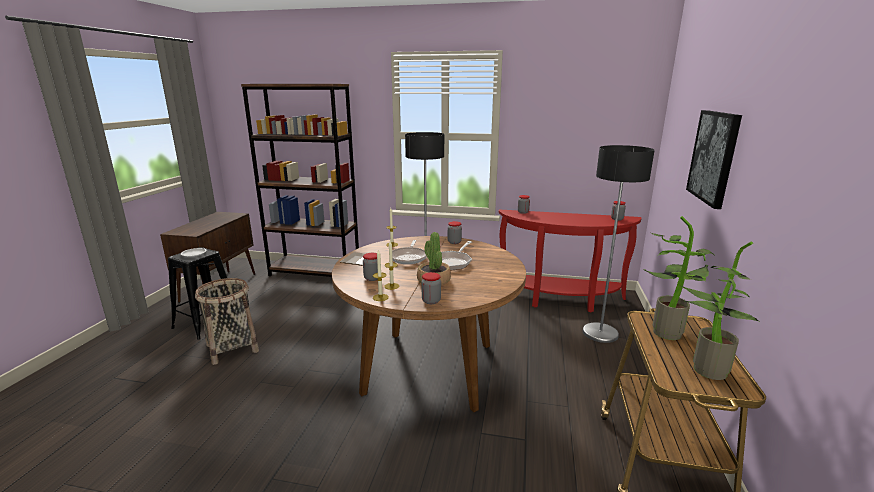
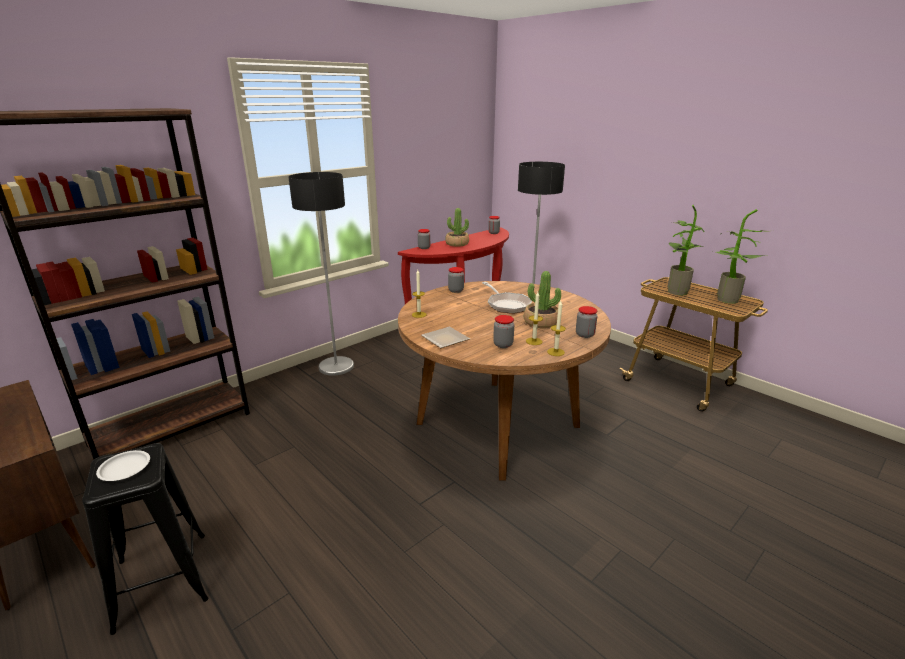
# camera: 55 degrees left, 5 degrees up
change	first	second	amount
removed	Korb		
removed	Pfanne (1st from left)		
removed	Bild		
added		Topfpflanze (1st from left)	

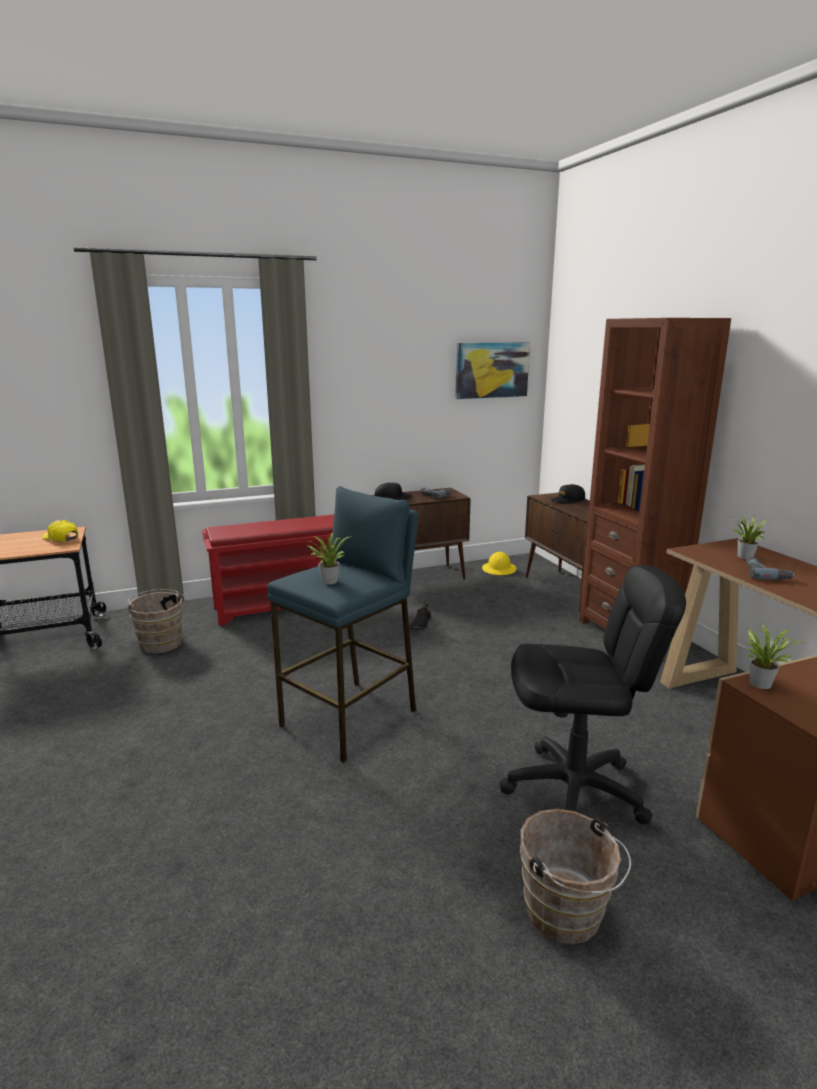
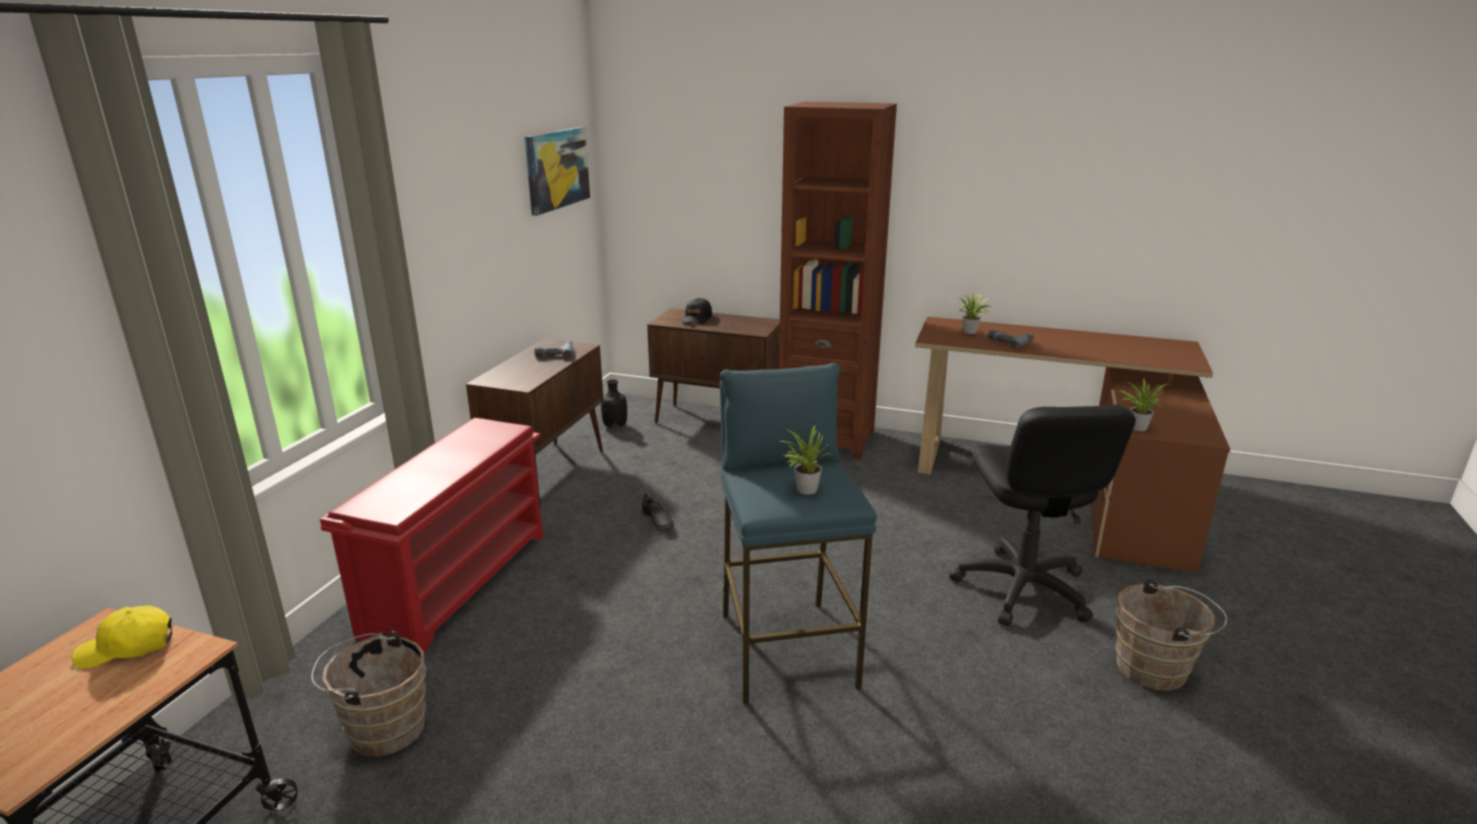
# camera: 50 degrees left, 5 degrees up
change	first	second	amount
removed	Kappe (schwarz) (1st from left)		
replaced	Schutzhelm (gelb)	Flasche (schwarz)	
turned	Bürostuhl (schwarz)		135 degrees clockwise

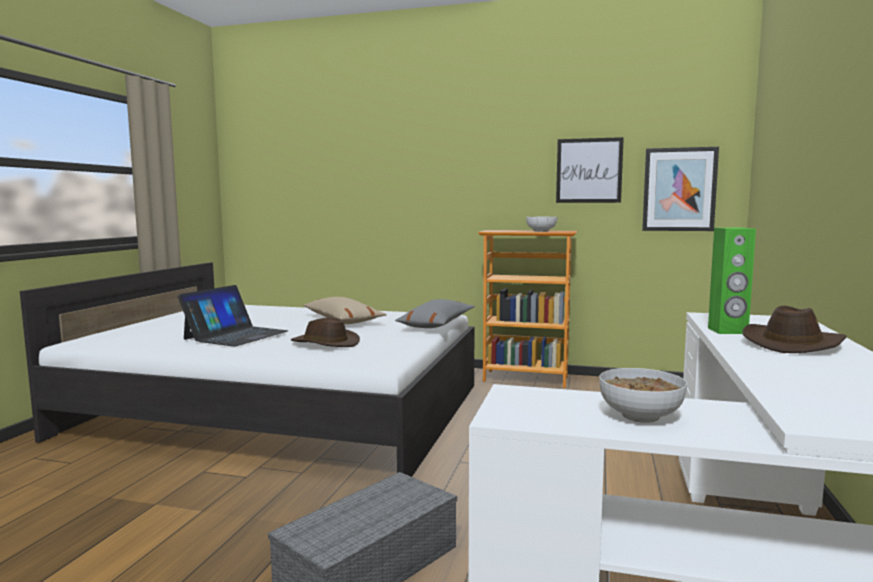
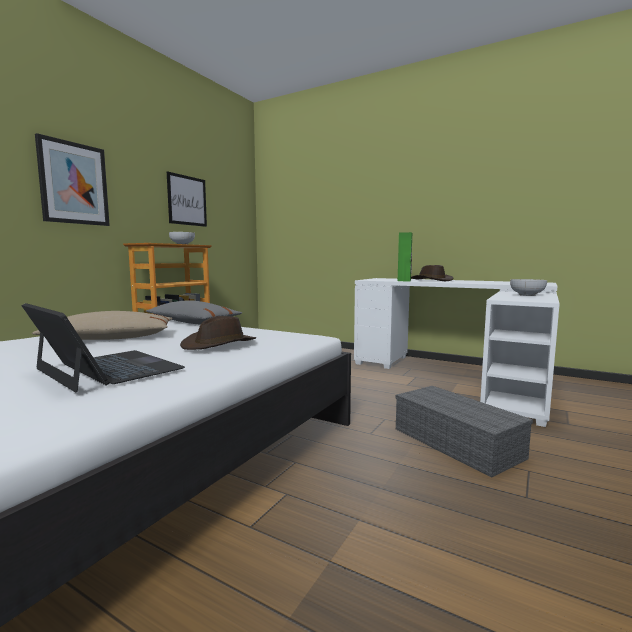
# camera: 75 degrees left, 0 degrees up
change	first	second	amount
moved	Bild (2nd from left in the first image)	Bild (1st from left)	

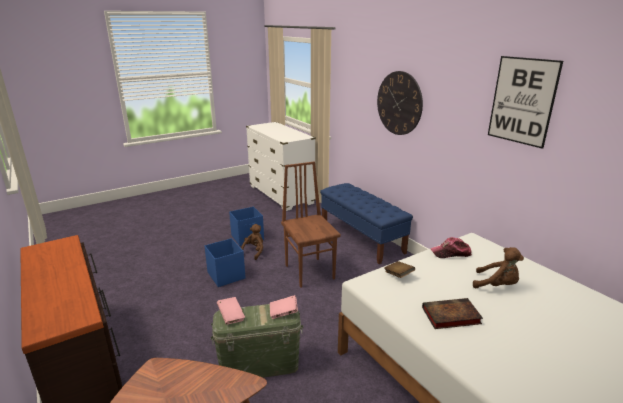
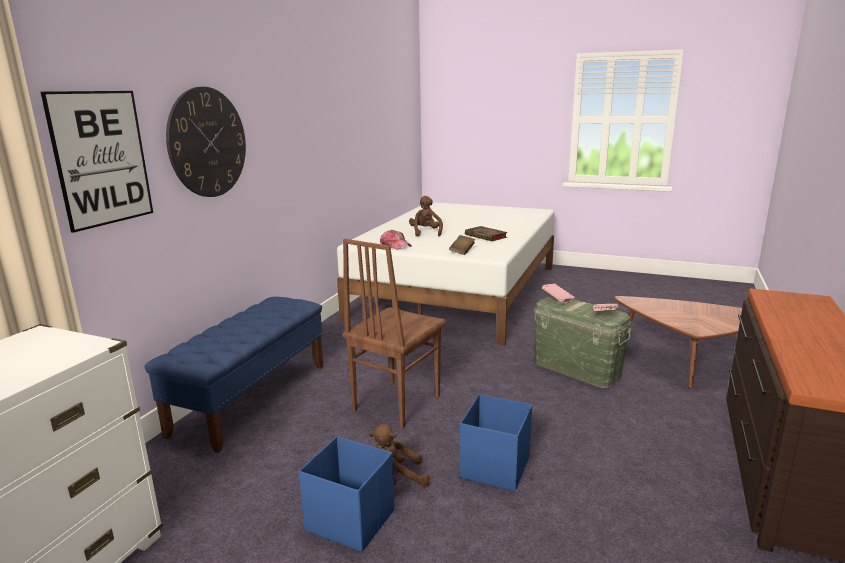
# camera: 125 degrees left, 5 degrees down
change	first	second	amount
moved	Bild		

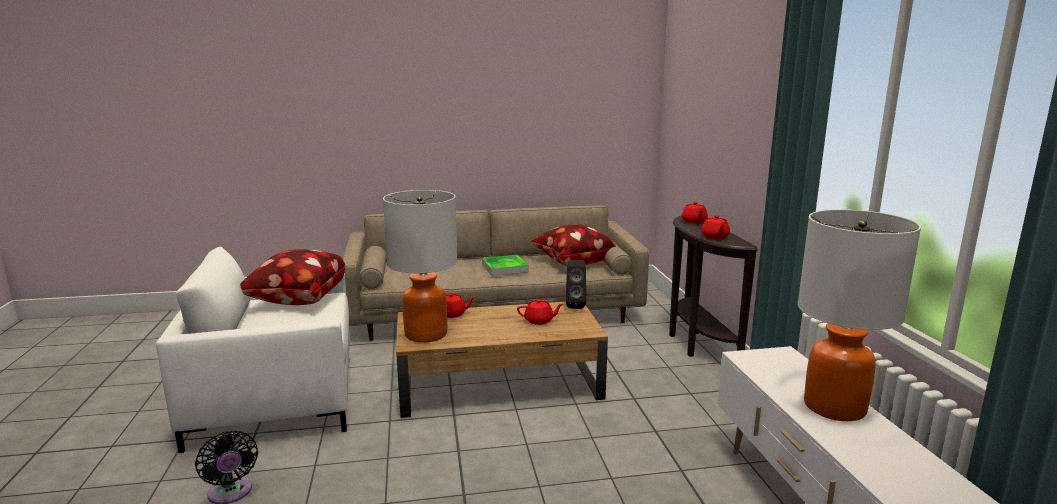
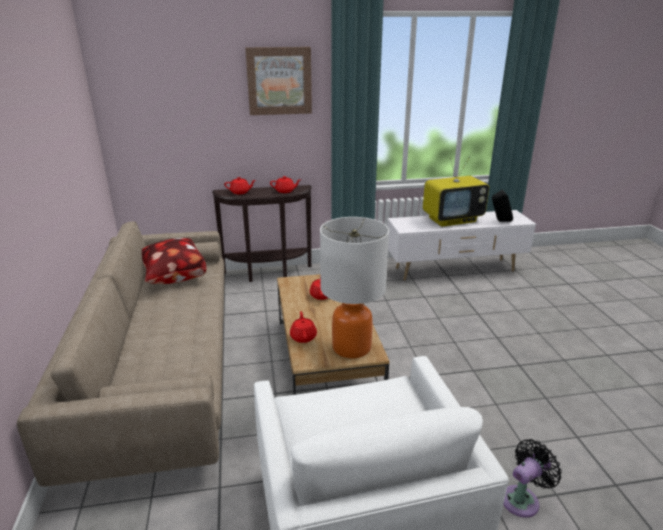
# camera: 90 degrees left, 10 degrees up
change	first	second	amount
removed	Kissen (1st from left)		
removed	Tablett		
moved	Lautsprecher (schwarz)		
replaced	Tischlampe (2nd from left)	Fernseher	
added		Bild	

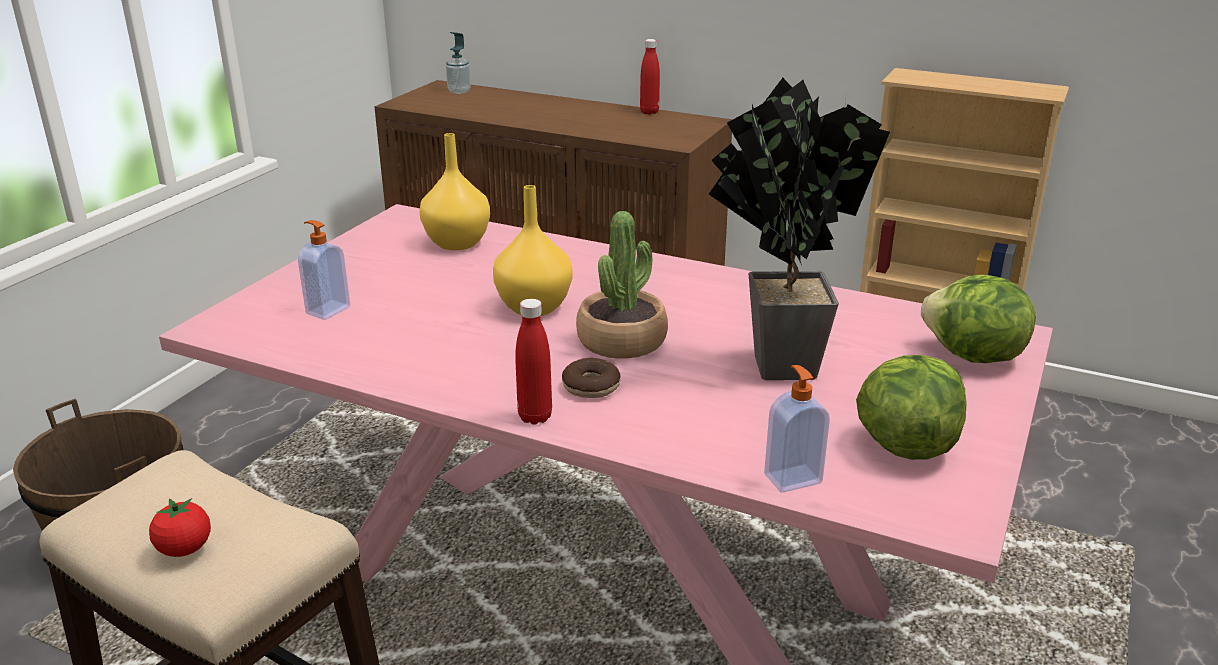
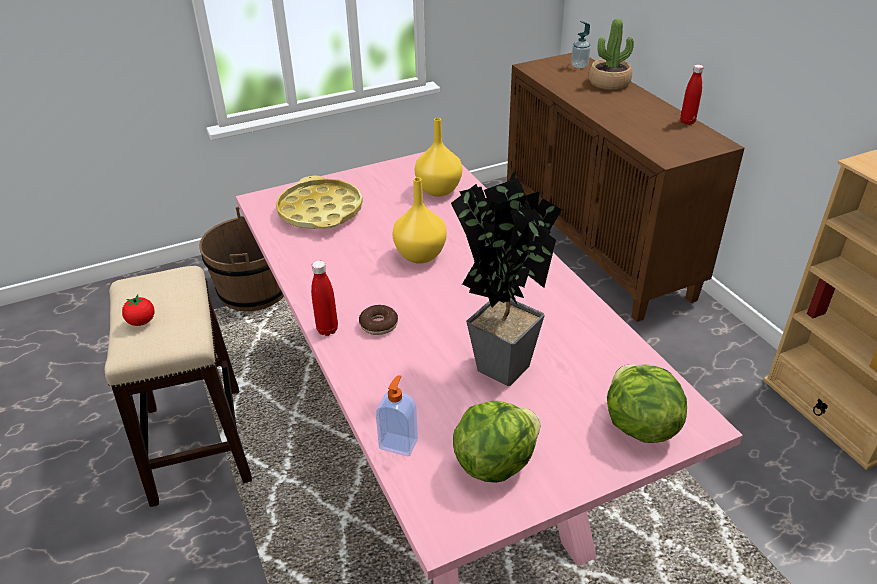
# camera: 40 degrees right, 10 degrees up
change	first	second	amount
replaced	Seifenspender (1st from left)	Tablett (gelb)	
moved	Topfpflanze (1st from left in the first image)	Topfpflanze (2nd from left)	

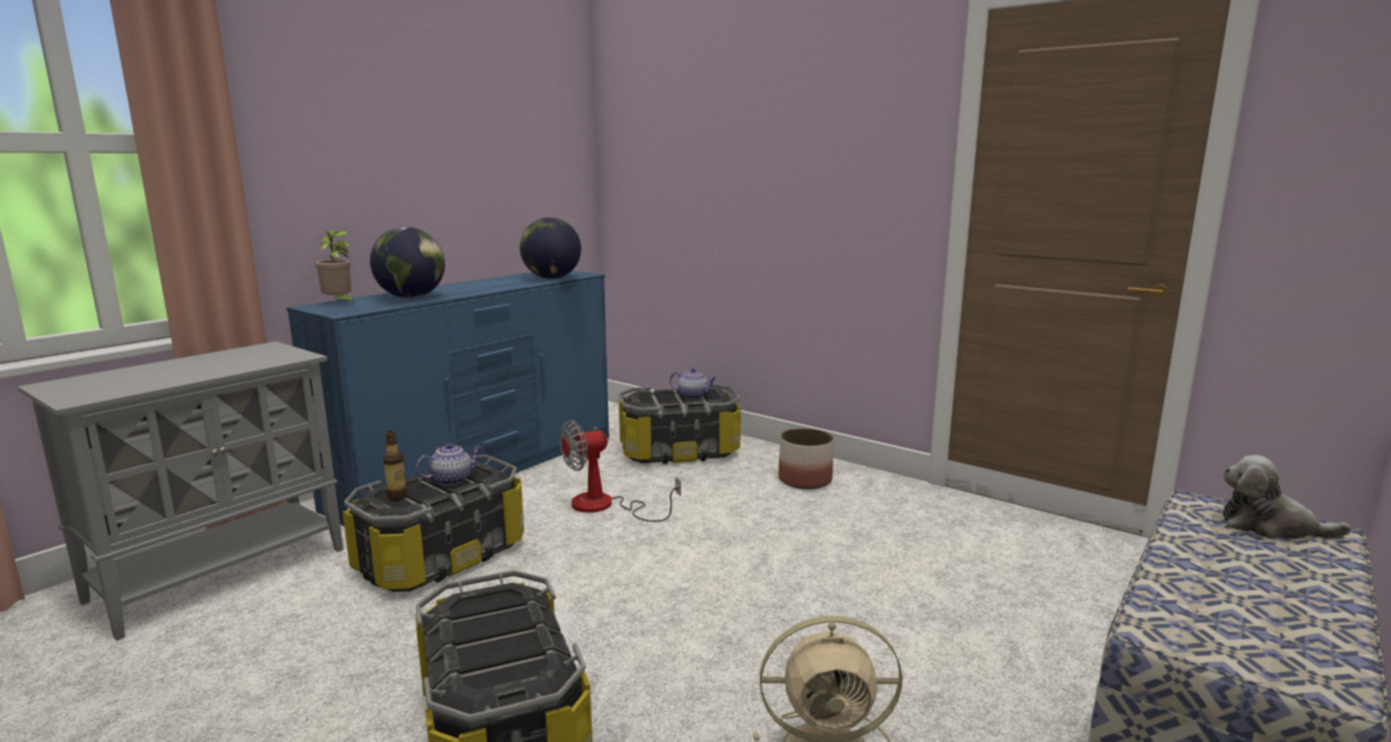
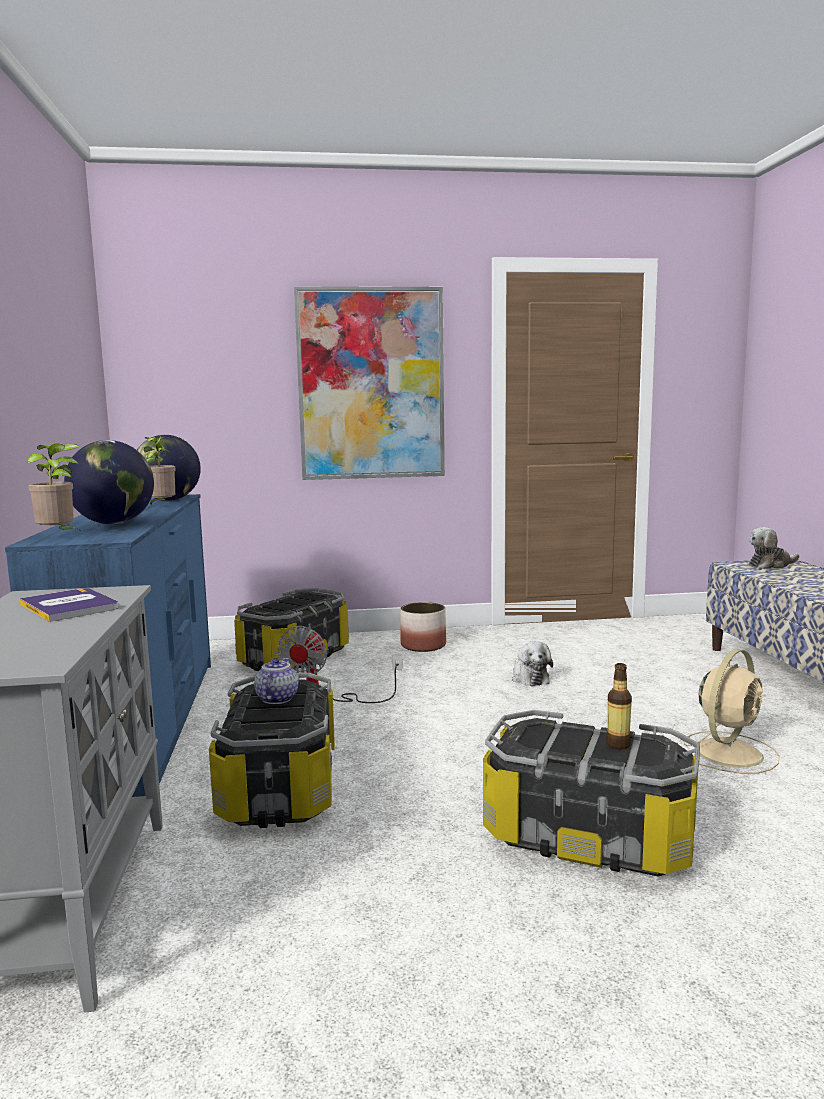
# camera: 45 degrees left, 5 degrees down
change	first	second	amount
moved	Flasche		
removed	Teekanne (2nd from left)		
added		Buch	
added		Topfpflanze (2nd from left)	
added		Bild	
added		Plüschtier (1st from left)	

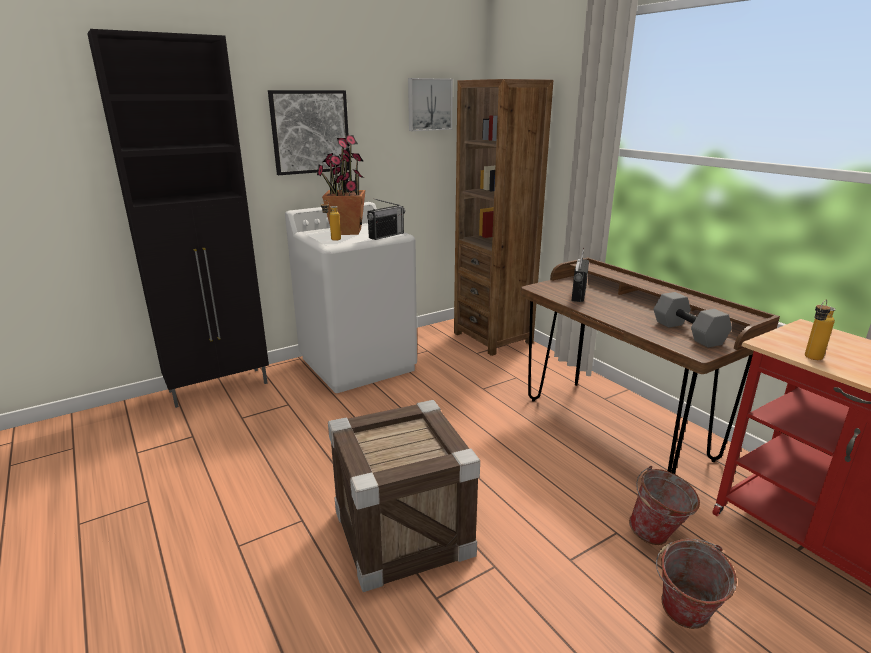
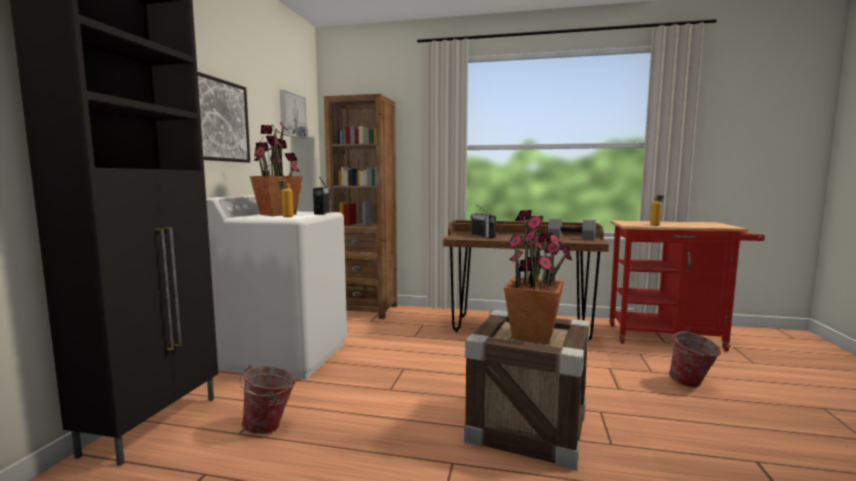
# camera: 45 degrees left, 15 degrees down
change	first	second	amount
moved	Eimer (1st from left)		
added		Topfpflanze (2nd from left)	

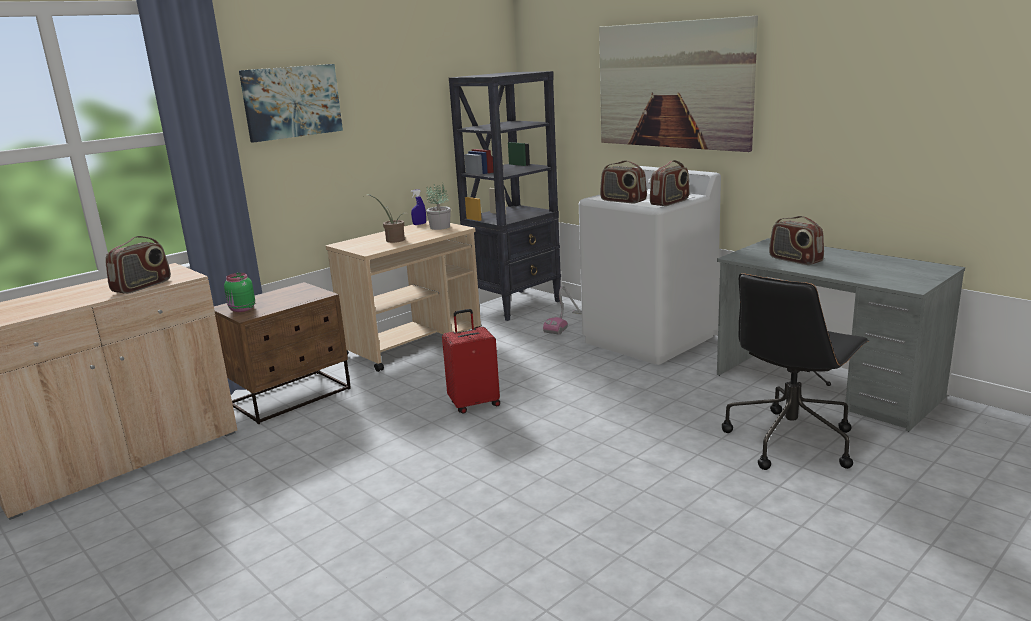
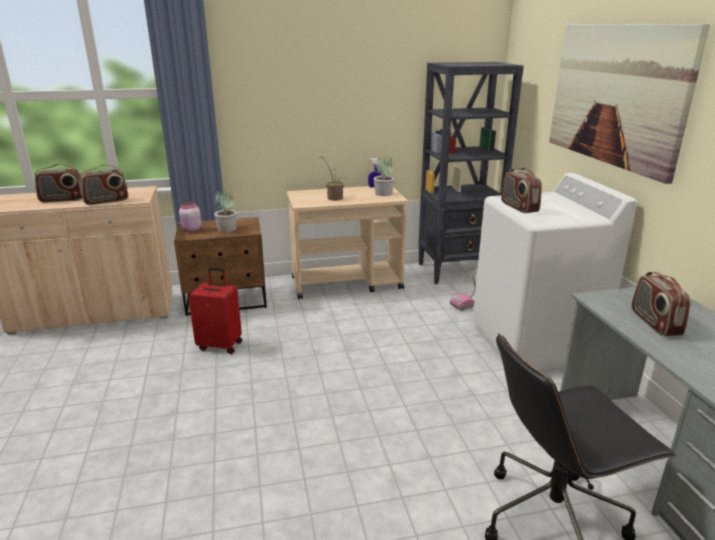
# camera: 30 degrees right, 5 degrees up
change	first	second	amount
recoloured	Vorratsglas (grün)	Vorratsglas (rosa)	
removed	Bild (1st from left)		
moved	Koffer (rot)		
moved	Radio (3rd from left in the first image)	Radio (1st from left)	
added		Topfpflanze (1st from left)	

